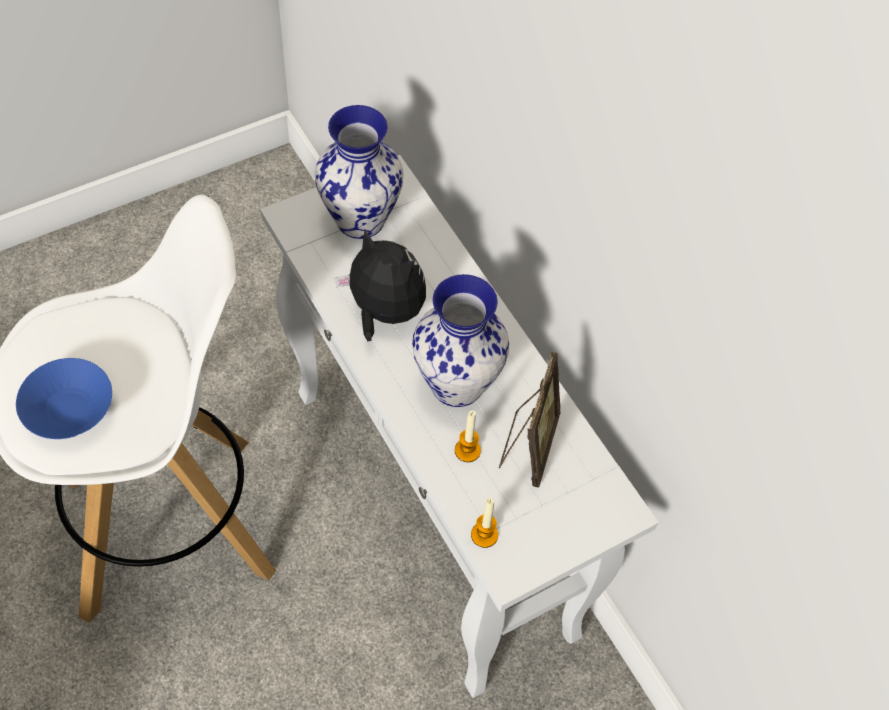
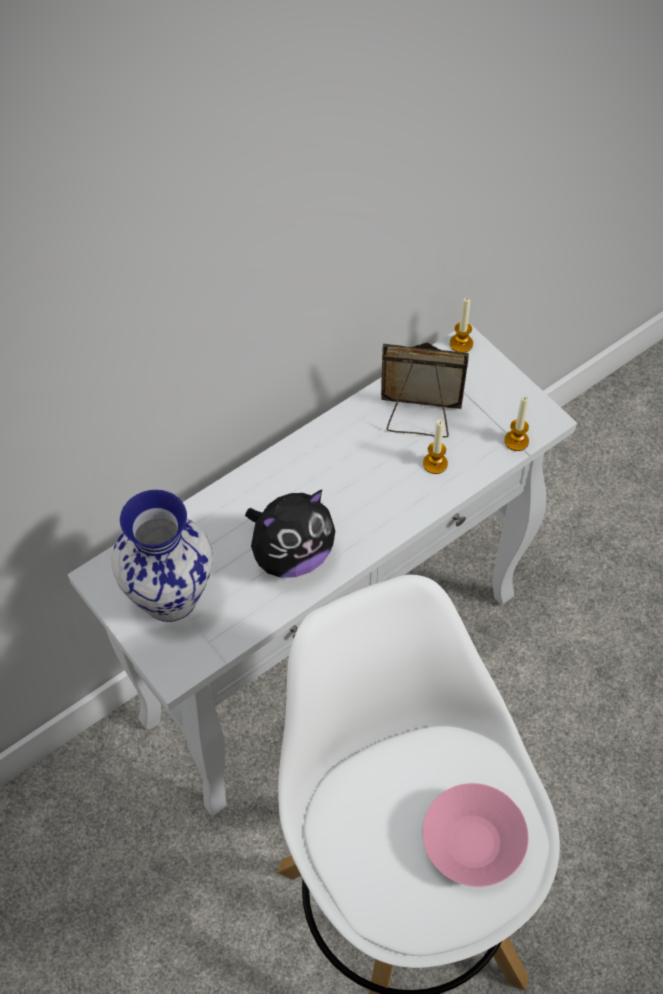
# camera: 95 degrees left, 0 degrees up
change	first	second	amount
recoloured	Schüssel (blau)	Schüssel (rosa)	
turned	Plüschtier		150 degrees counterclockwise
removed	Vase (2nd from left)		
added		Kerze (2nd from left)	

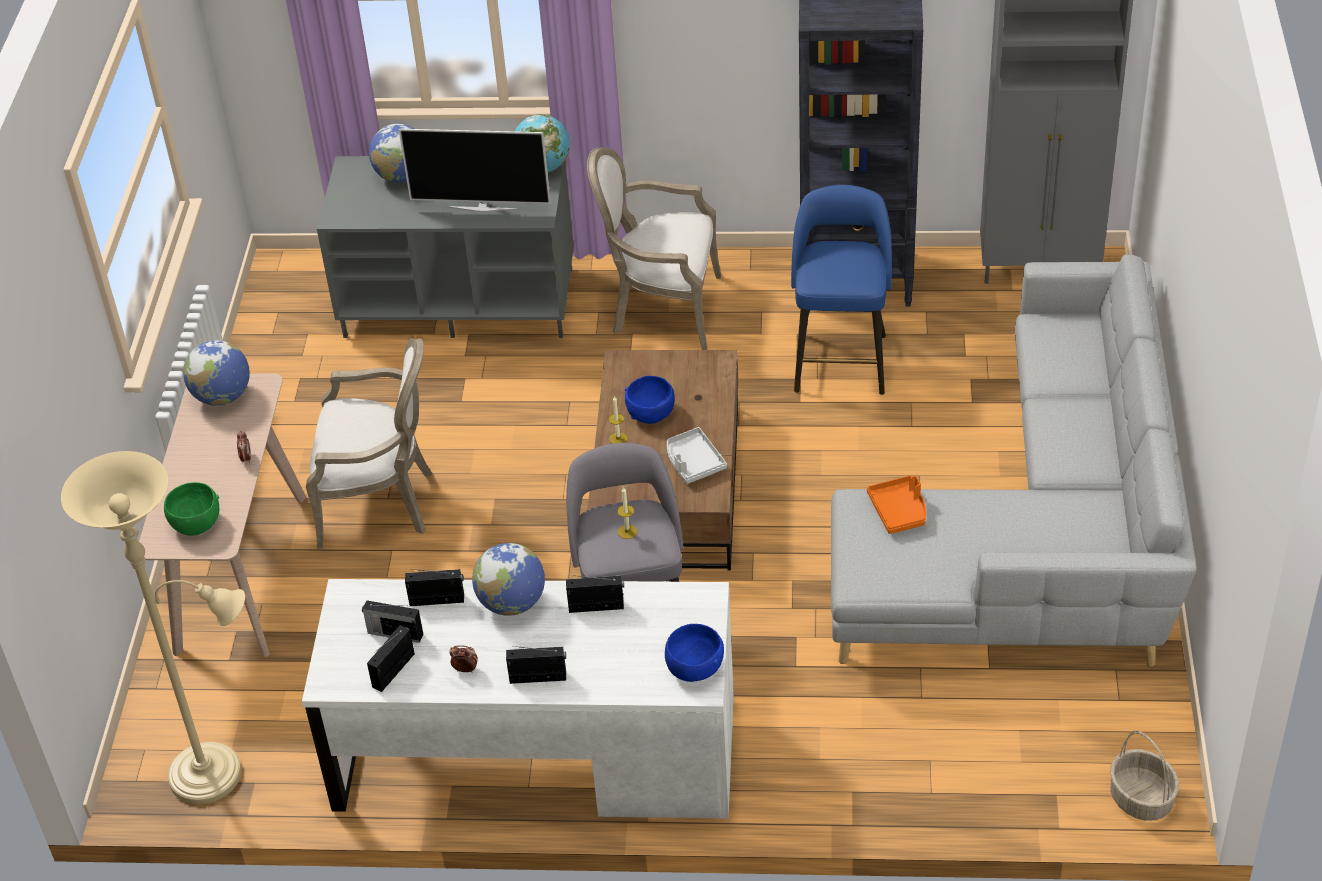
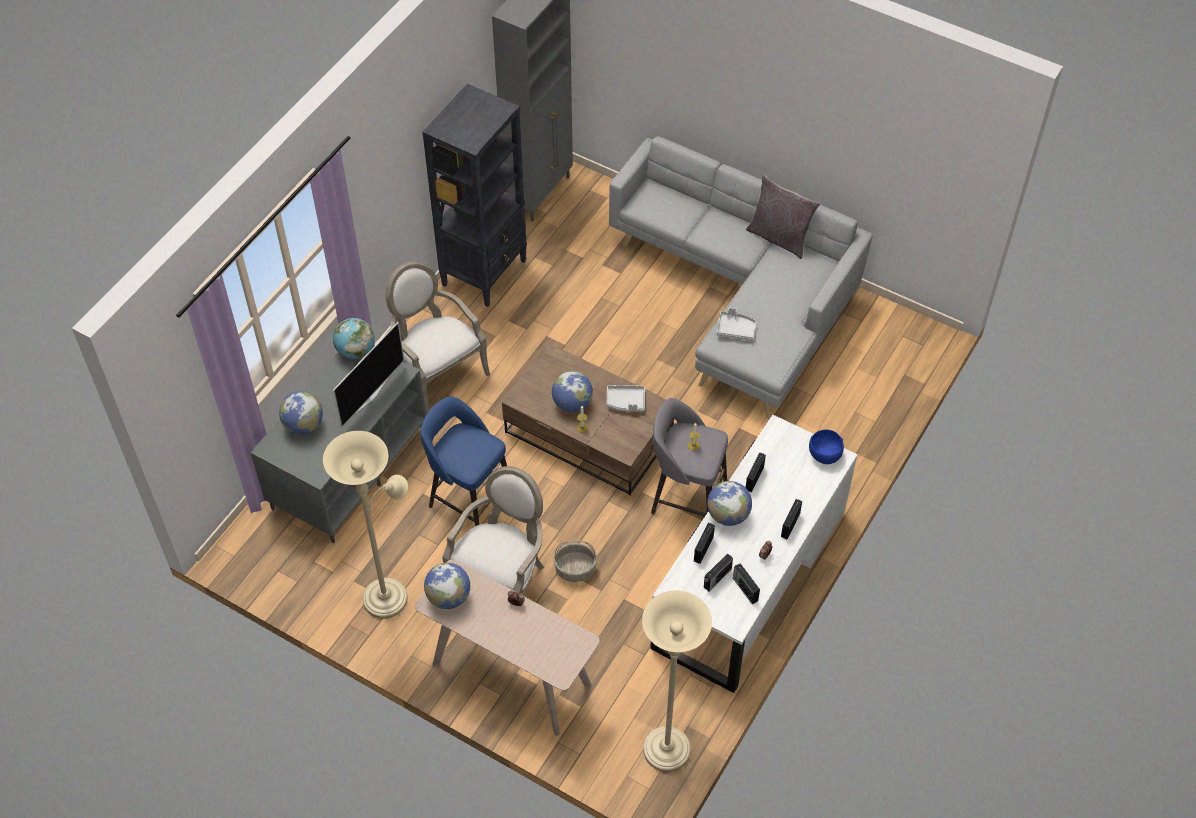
# camera: 65 degrees left, 10 degrees up
change	first	second	amount
removed	Schüssel (grün)		
turned	Sessel (2nd from left in the first image)	Sessel (1st from left)	105 degrees clockwise
replaced	Schüssel (blau) (1st from left)	Globus (4th from left)	
moved	Hocker (blau)		
recoloured	Tablett (orange)	Tablett (grau) (2nd from left)	
moved	Korb		
added		Stehlampe (beige) (1st from left)	
added		Kissen (grau)	

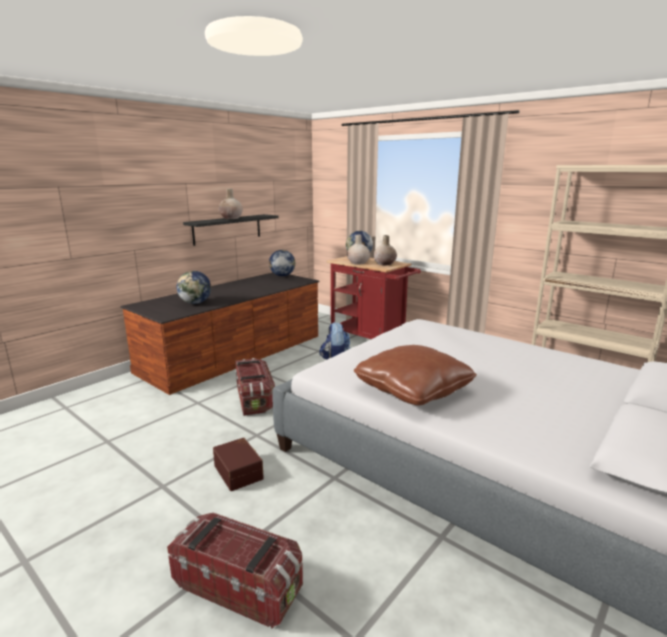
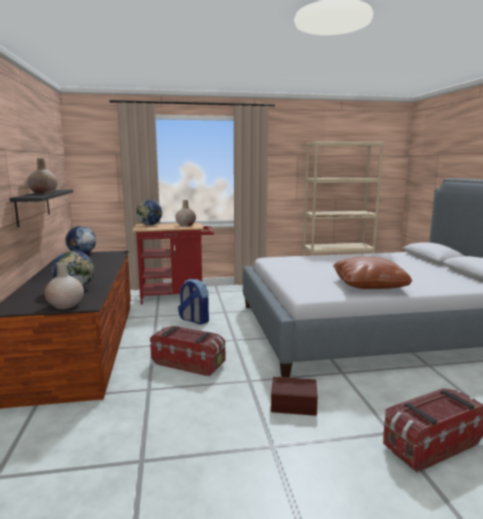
# camera: 50 degrees left, 5 degrees down
change	first	second	amount
moved	Vase (beige) (2nd from left)		

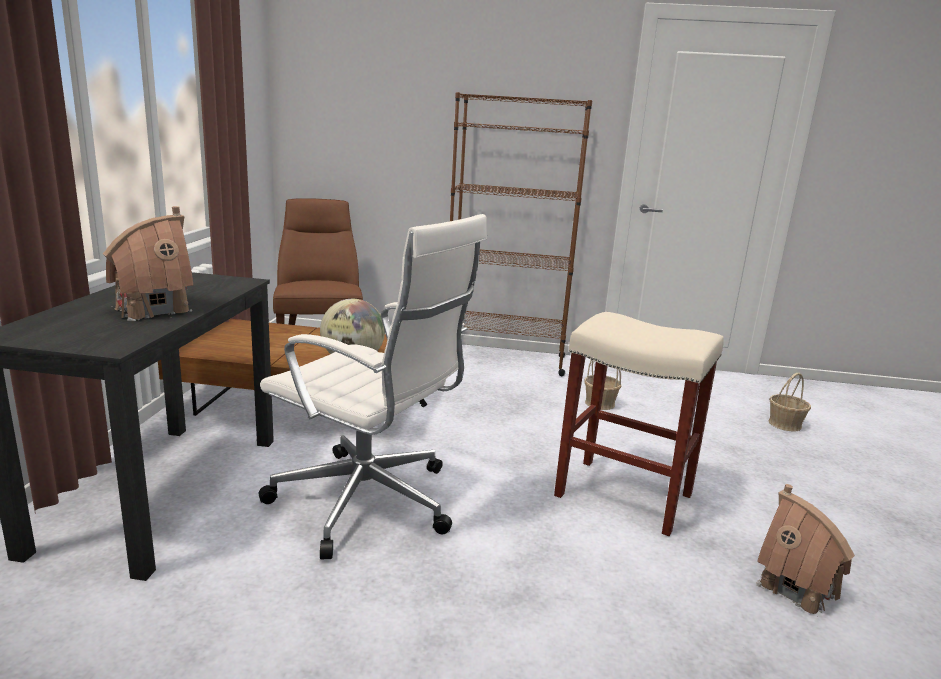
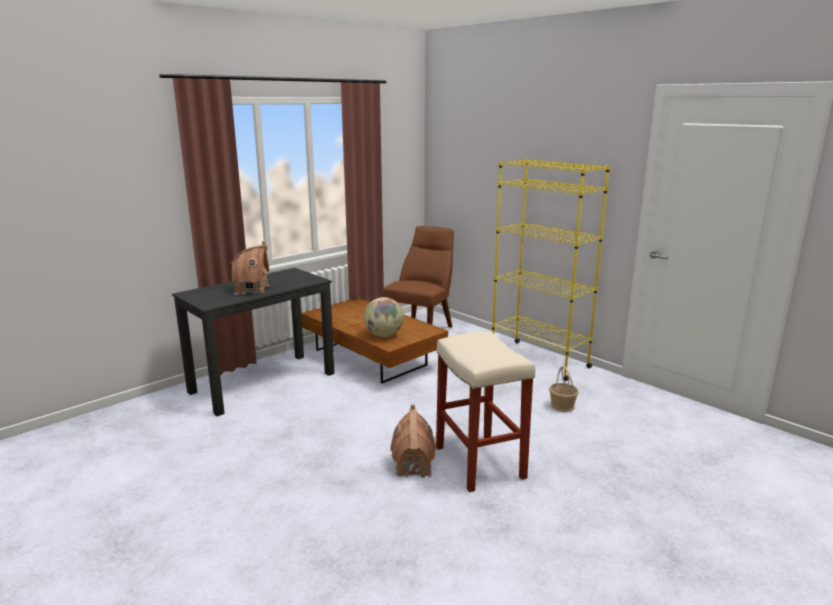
# camera: 40 degrees right, 0 degrees up
change	first	second	amount
removed	Bürostuhl (weiß)		
recoloured	Bücherregal (braun)	Bücherregal (gelb)	
moved	Spielzeughaus (2nd from left)		
removed	Korb (2nd from left)		

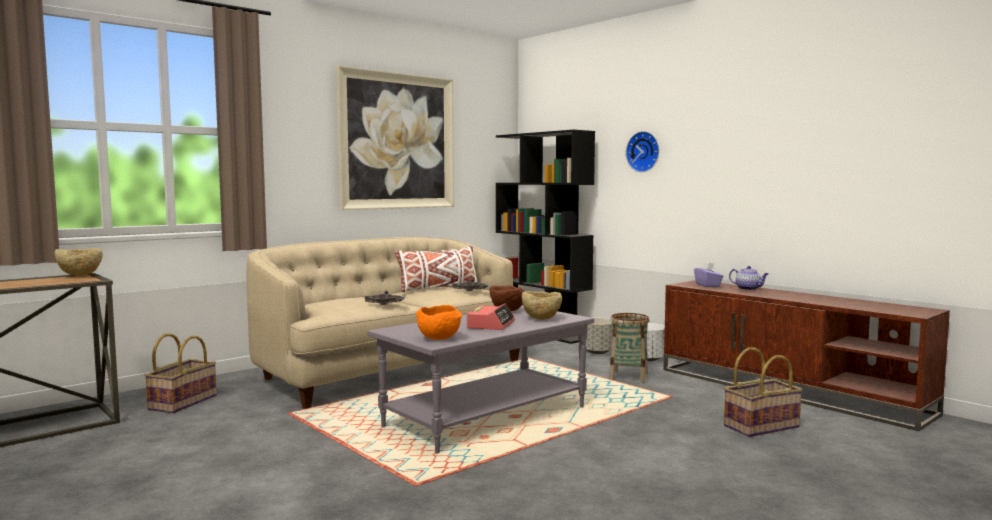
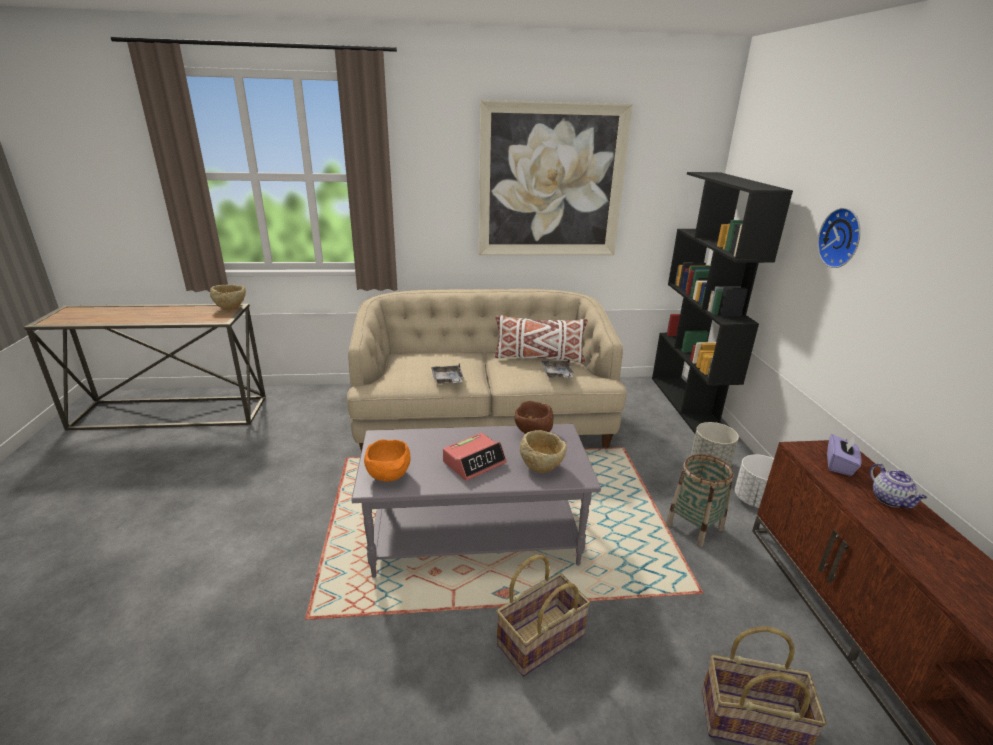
# camera: 35 degrees right, 20 degrees up
change	first	second	amount
moved	Korb (1st from left)		

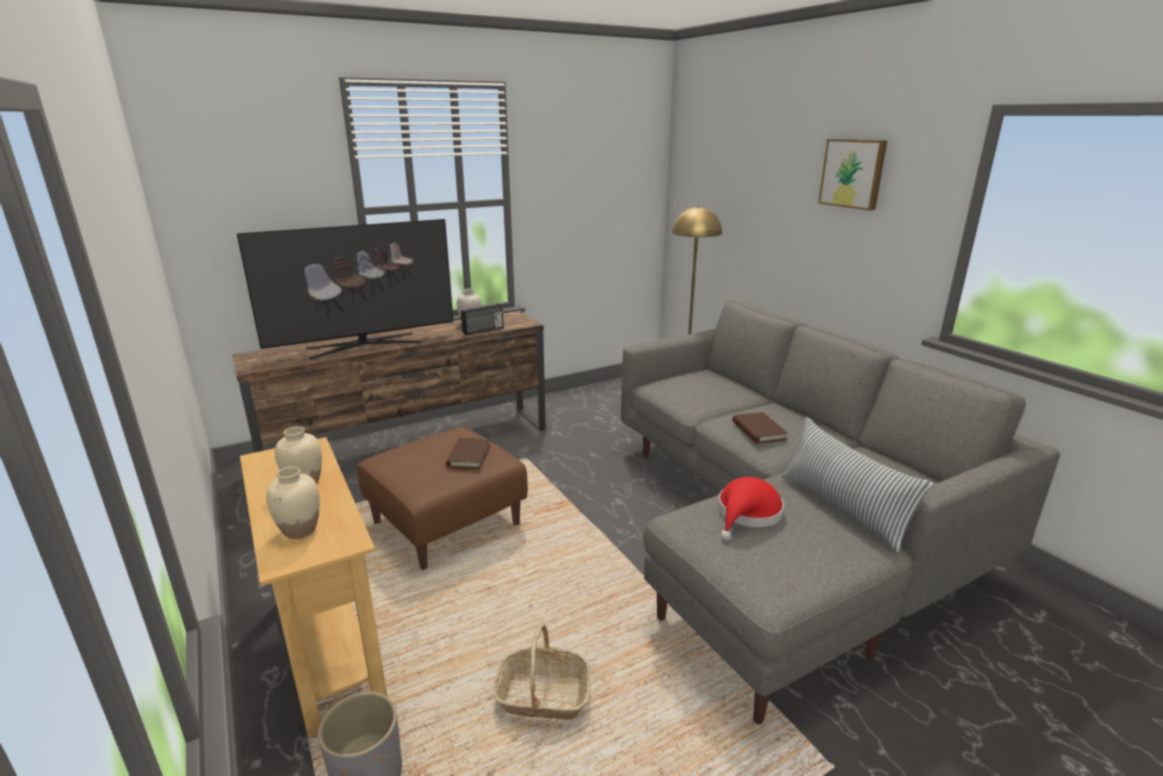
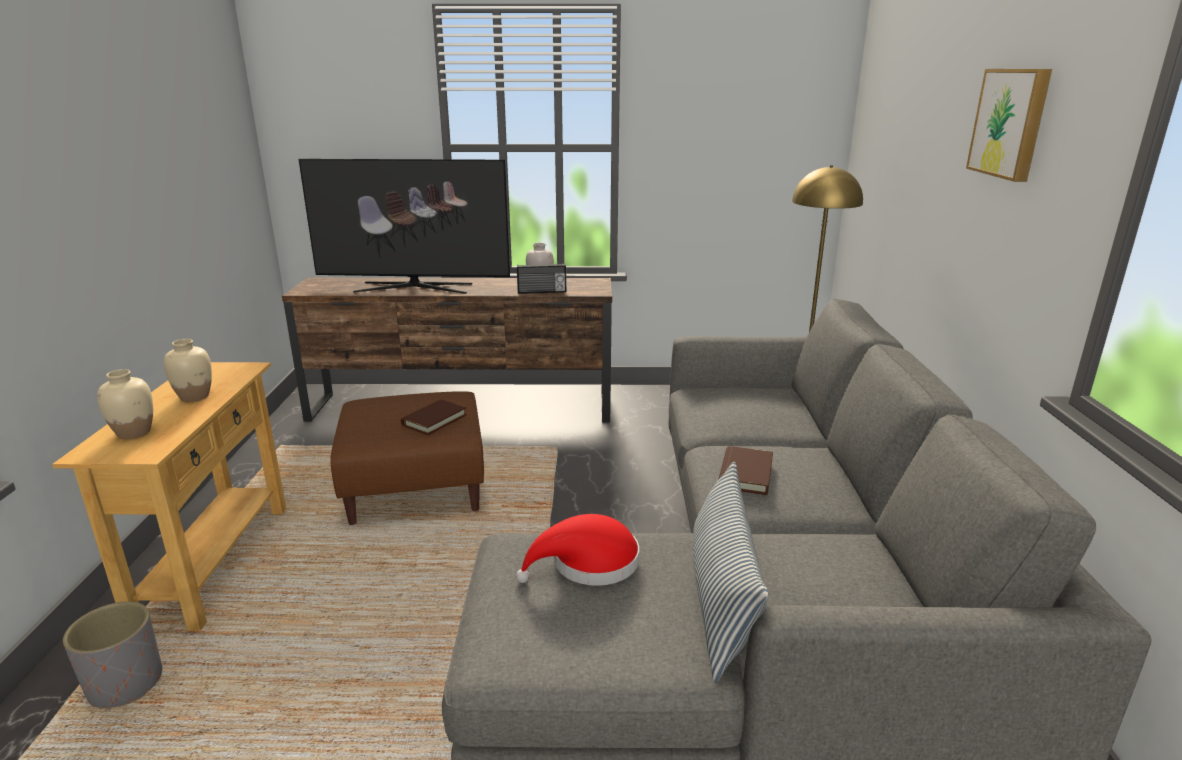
# camera: 30 degrees right, 0 degrees up
change	first	second	amount
removed	Korb		

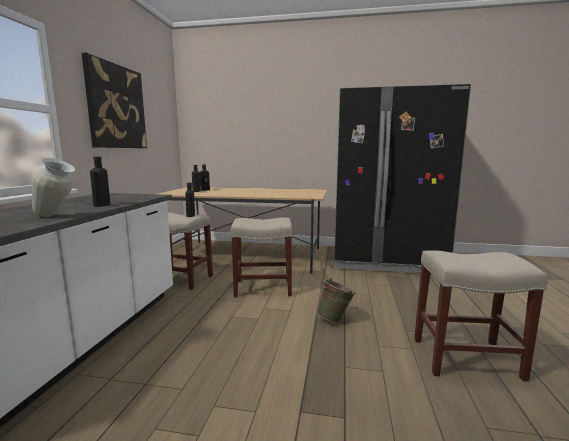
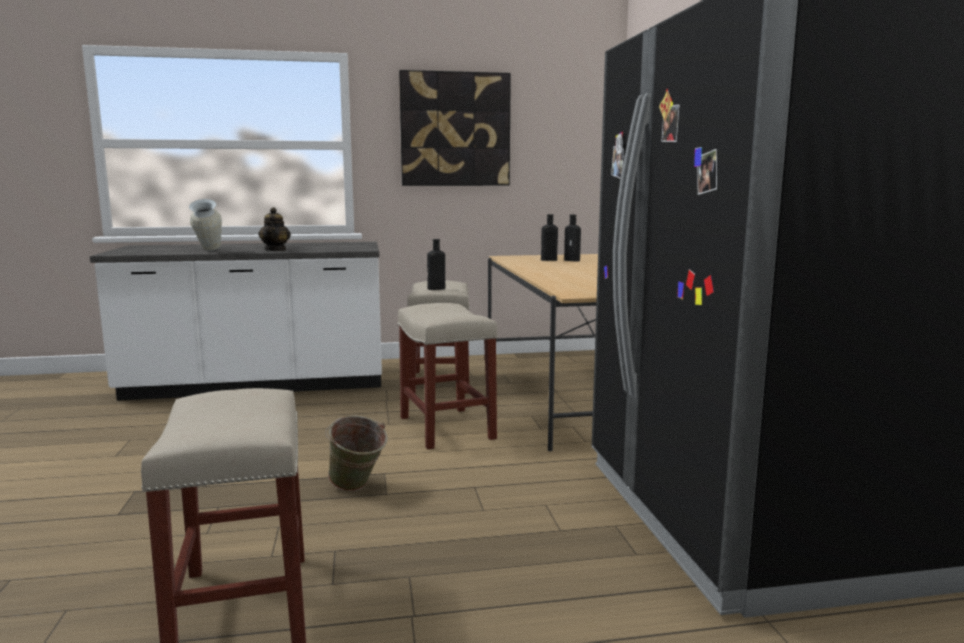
# camera: 70 degrees right, 0 degrees up
change	first	second	amount
replaced	Flasche (schwarz) (1st from left)	Teekanne	

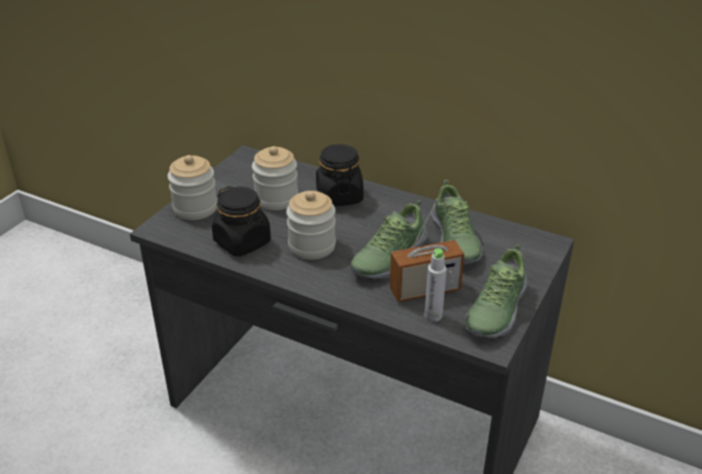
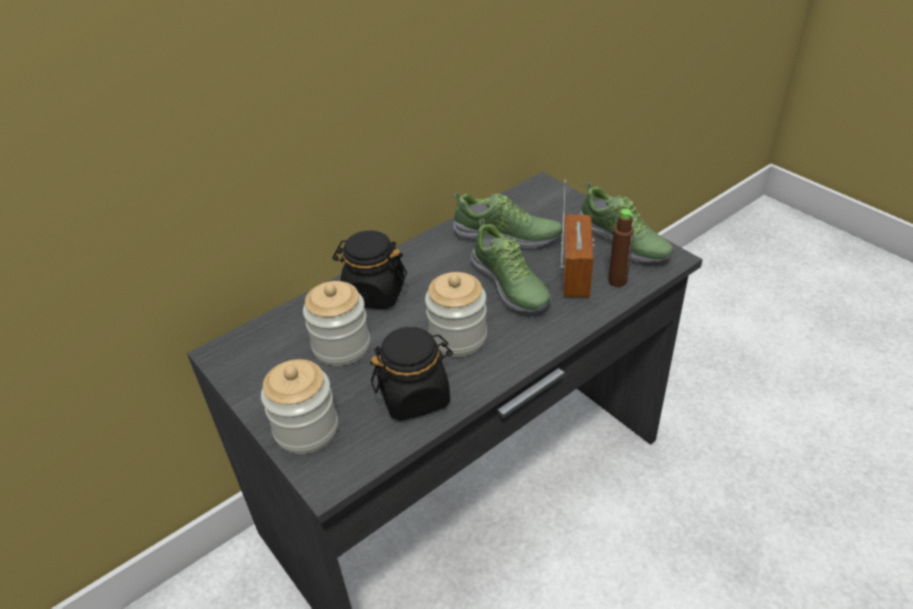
# camera: 65 degrees left, 5 degrees up
change	first	second	amount
recoloured	Flasche (grau)	Flasche (braun)	

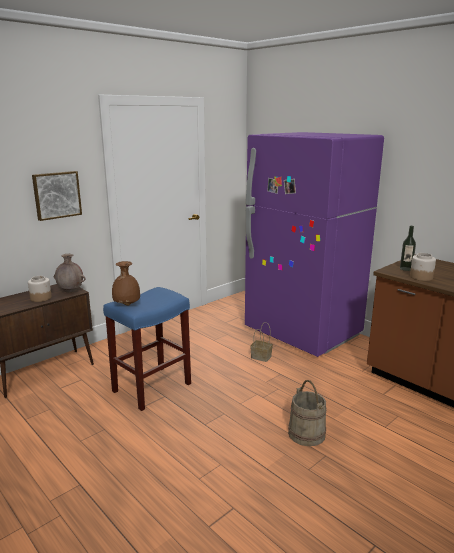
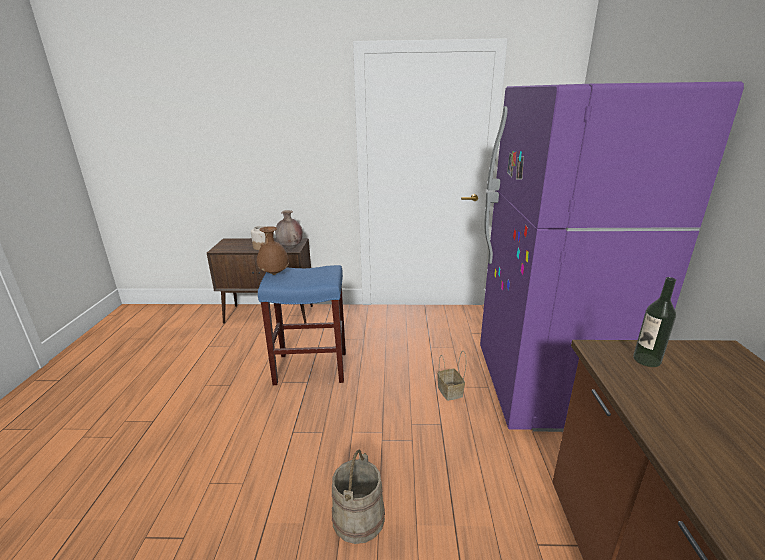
# camera: 45 degrees right, 5 degrees up
change	first	second	amount
removed	Bild		
removed	Vorratsglas (2nd from left)		

